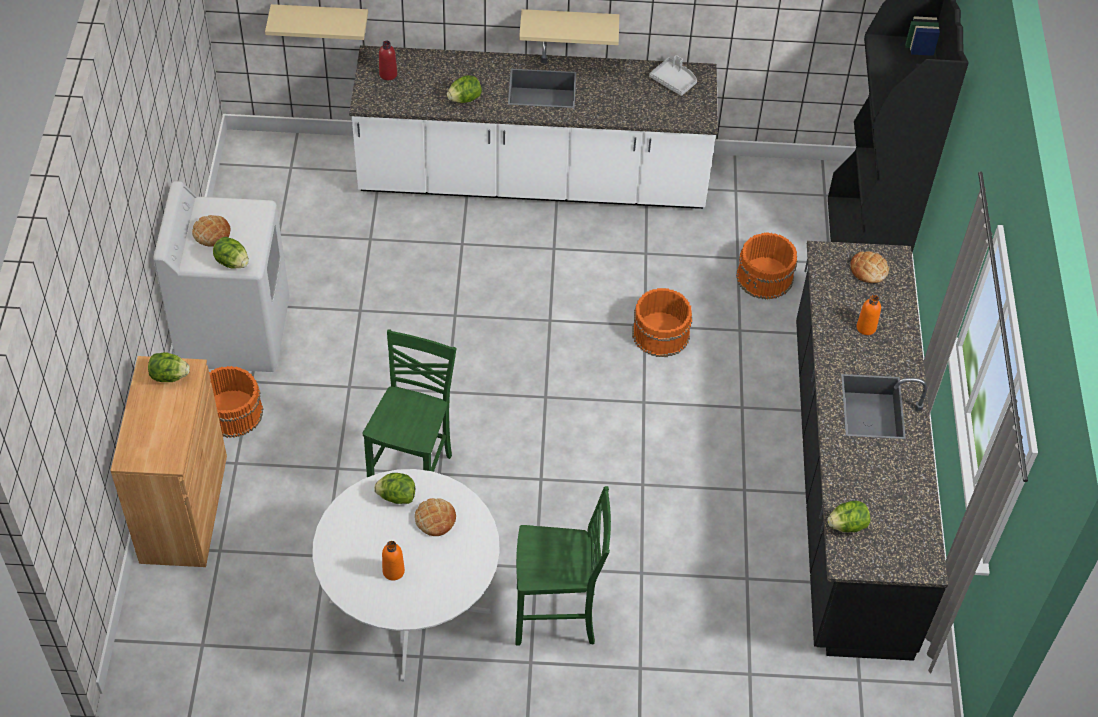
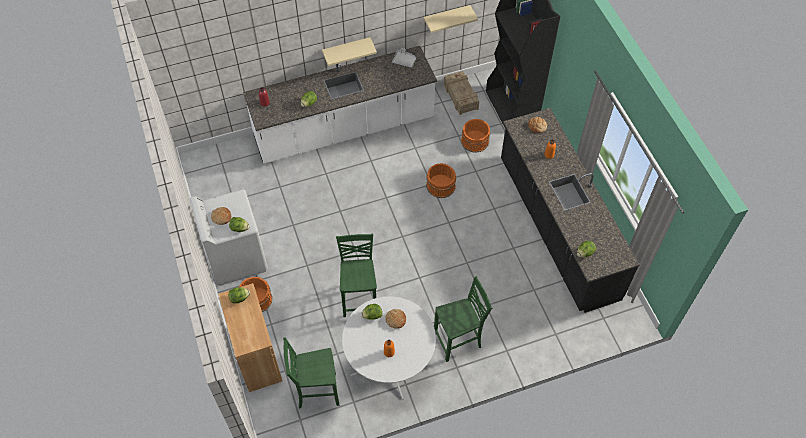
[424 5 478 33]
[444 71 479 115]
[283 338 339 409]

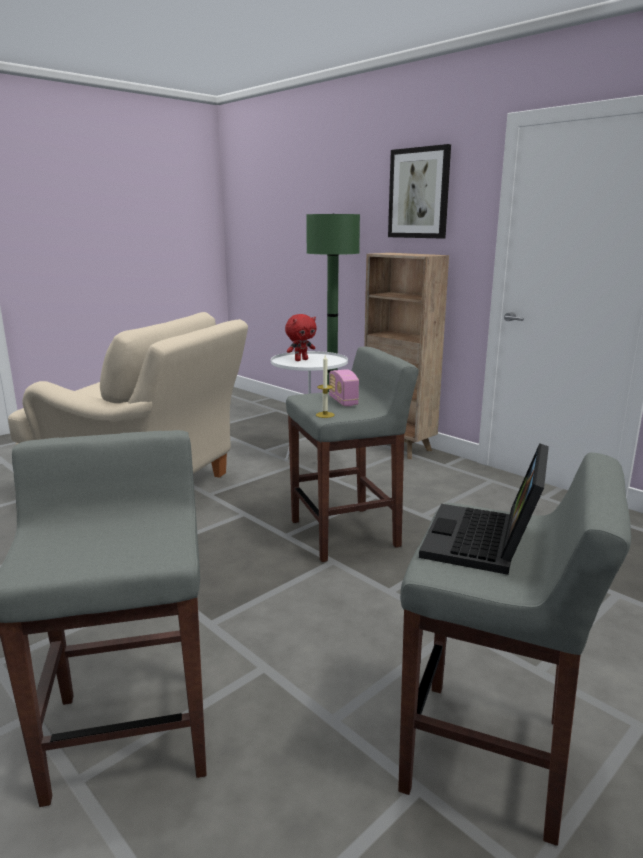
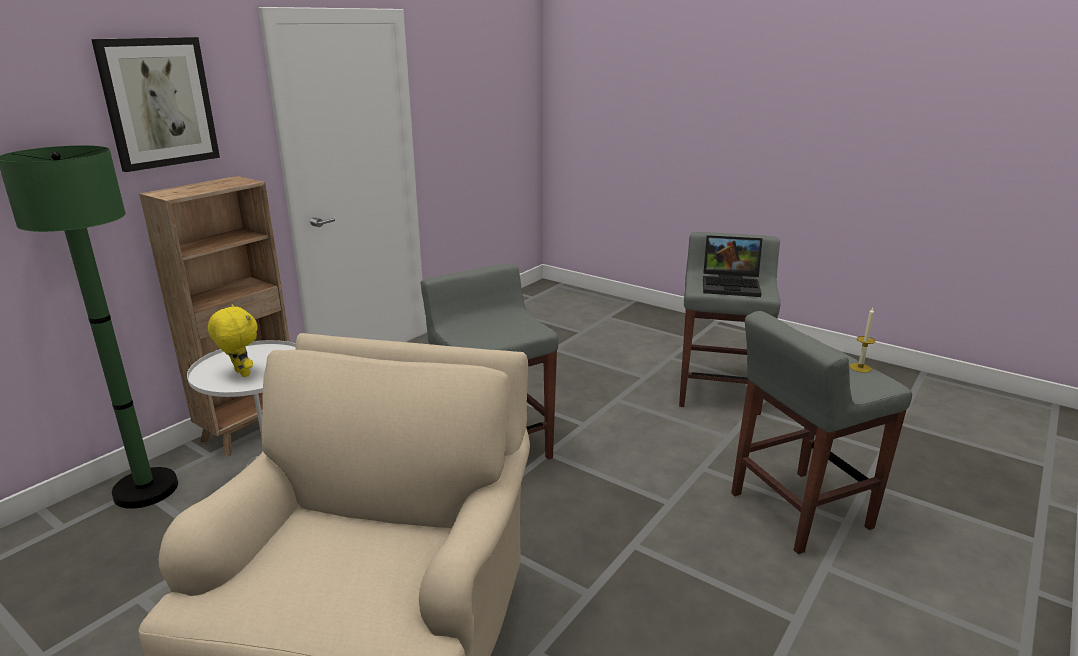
[208 305 258 377]
[850 308 876 373]
[329 369 359 406] (first image)

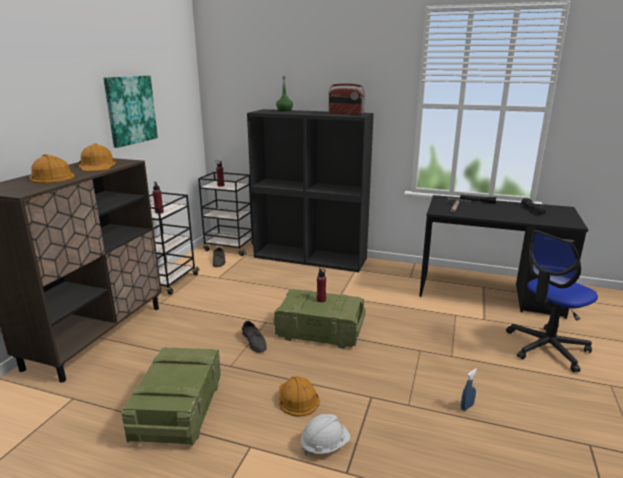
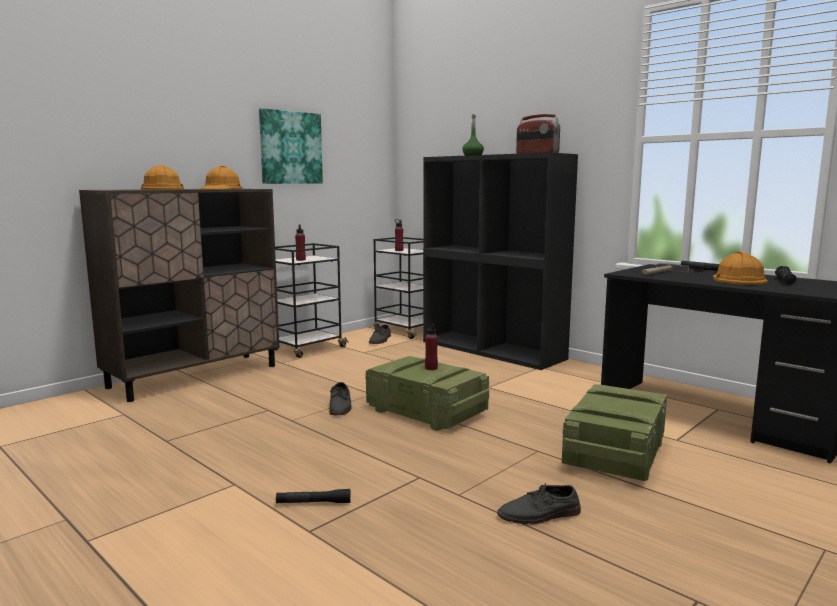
[506 230 598 372] (first image)
[562 384 667 481]
[497 482 581 524]
[713 251 768 285]
[276 489 351 503]

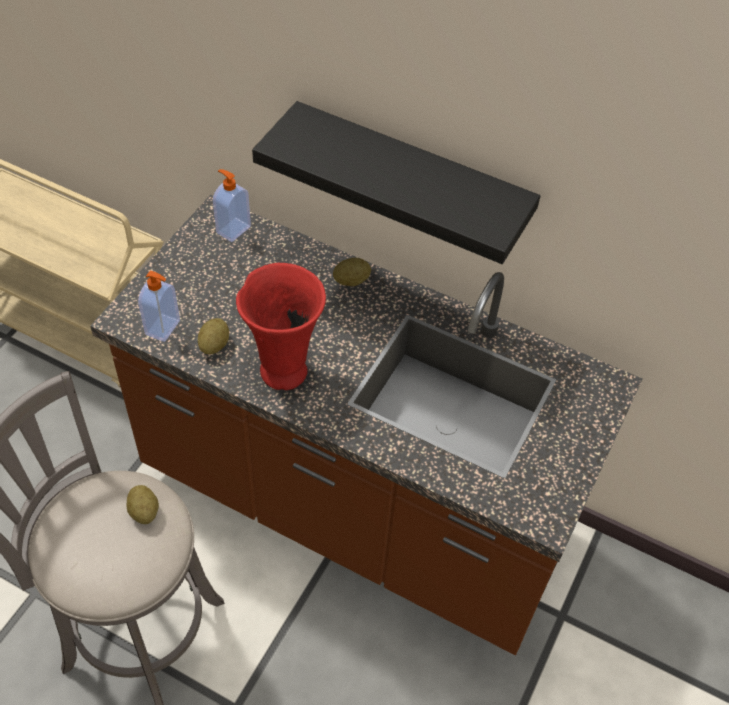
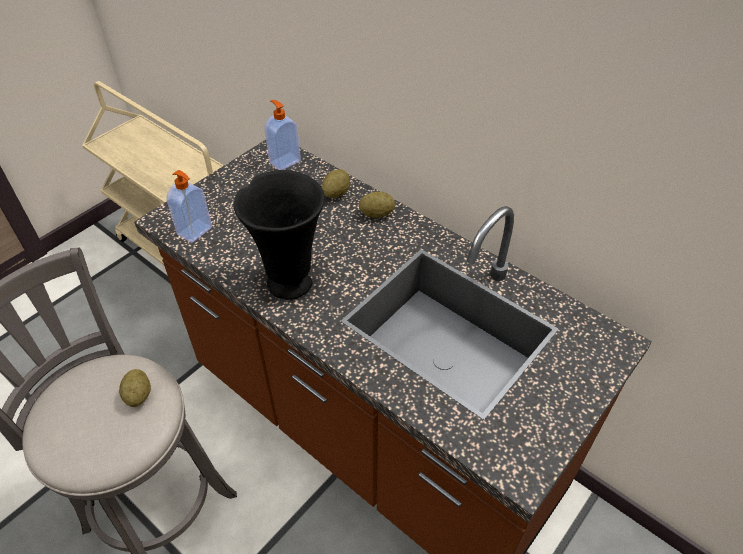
[252 101 540 264] (first image)
[233 170 325 300]
[322 169 350 198]

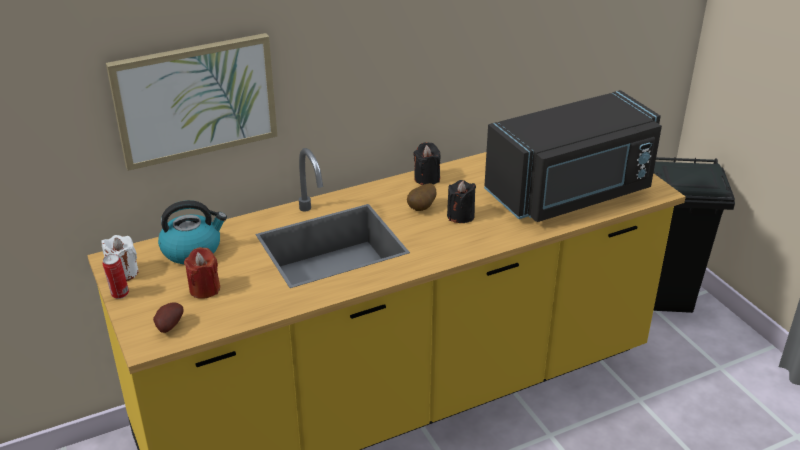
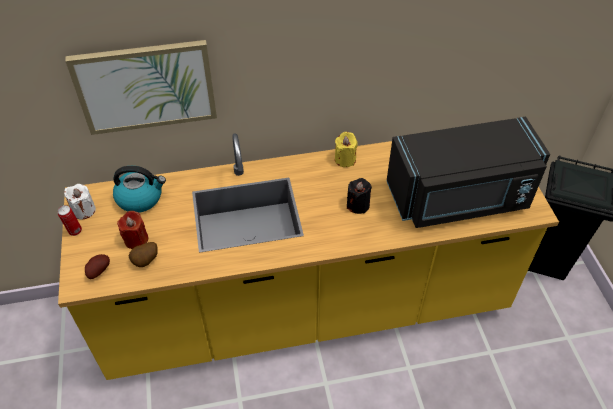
[335 132 358 167]
[129 242 158 267]

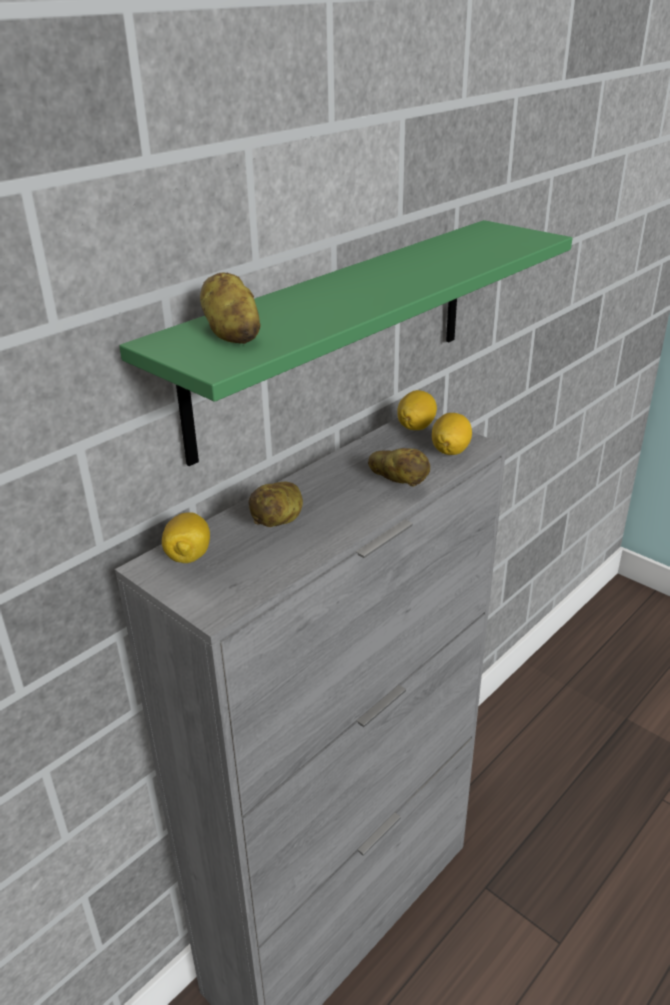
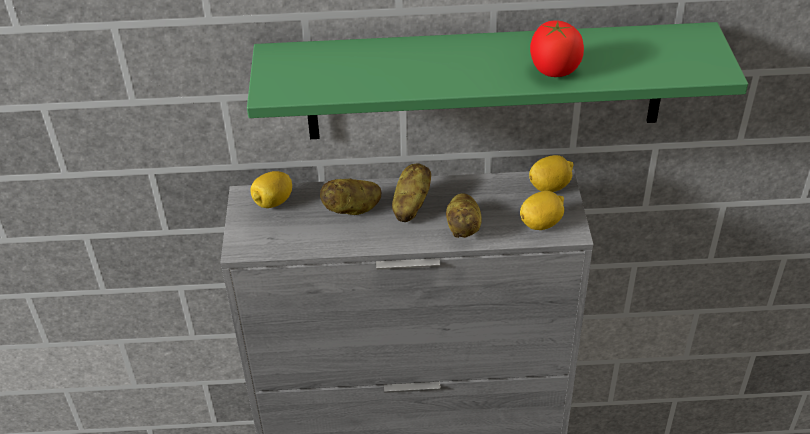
[392 164 431 222]
[530 20 584 77]

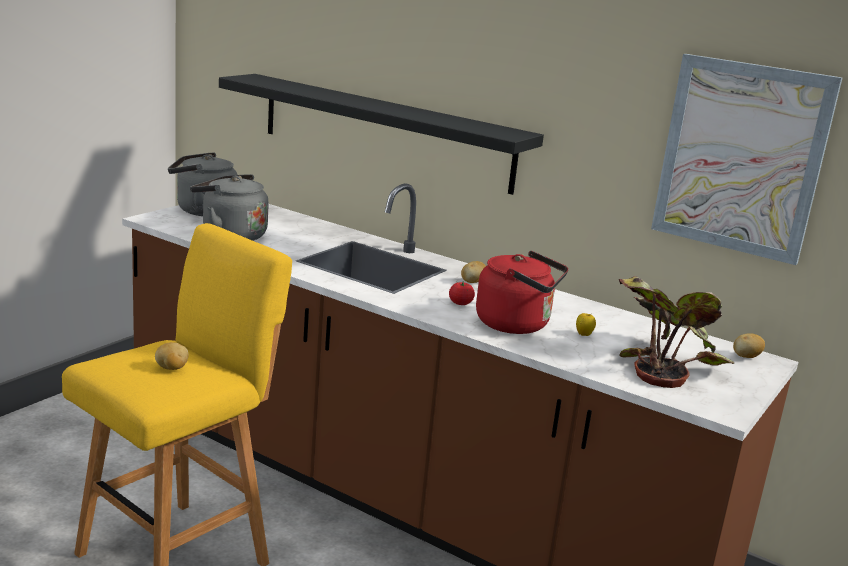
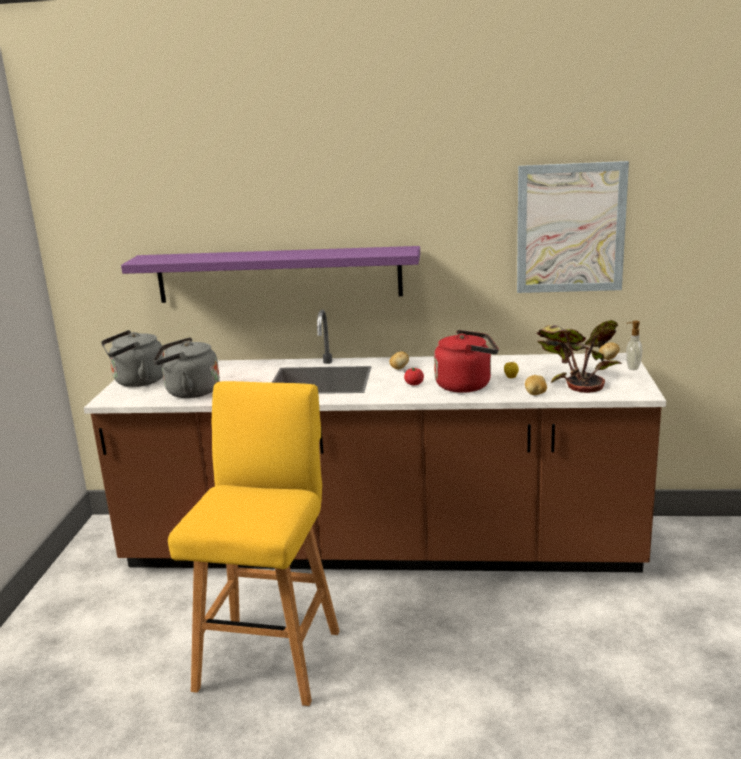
[121 246 420 303]
[525 375 547 395]
[626 321 642 370]

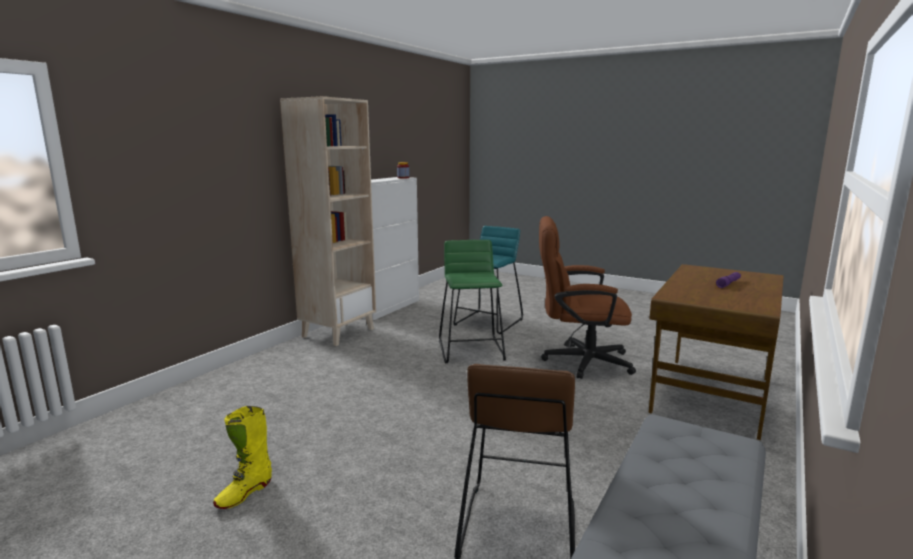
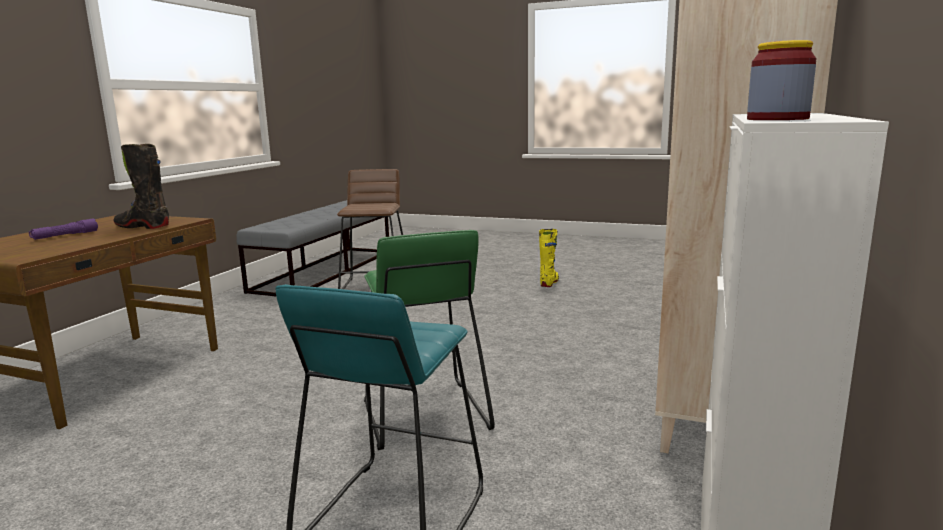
[539 216 636 379] (first image)
[113 144 169 229]

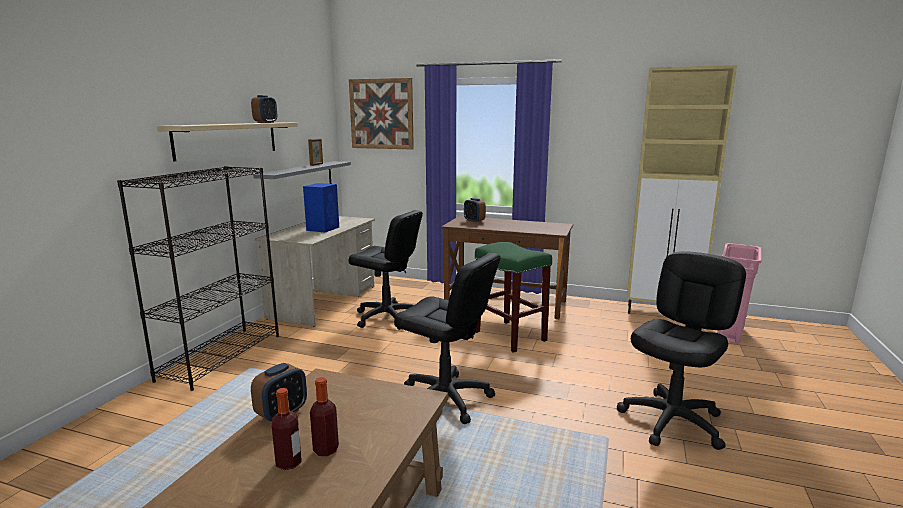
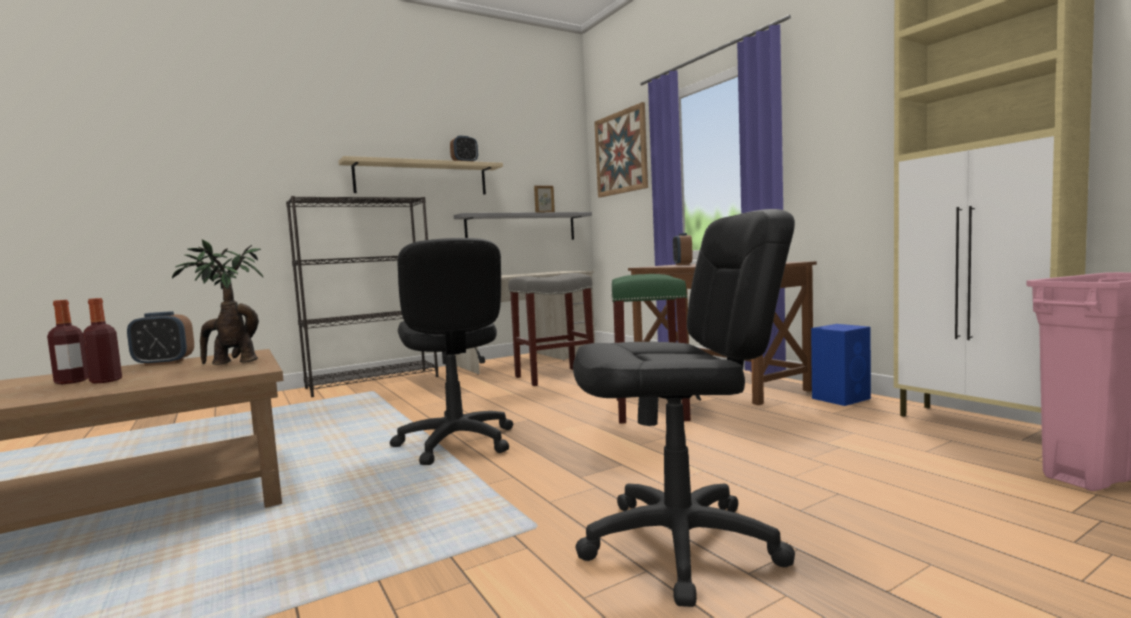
[811 324 871 406]
[508 273 594 386]
[172 239 263 365]

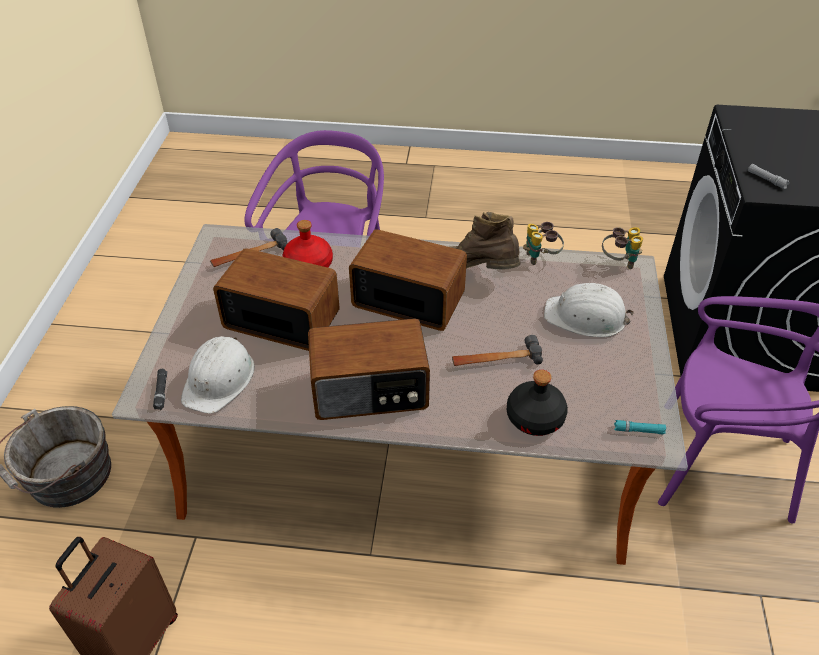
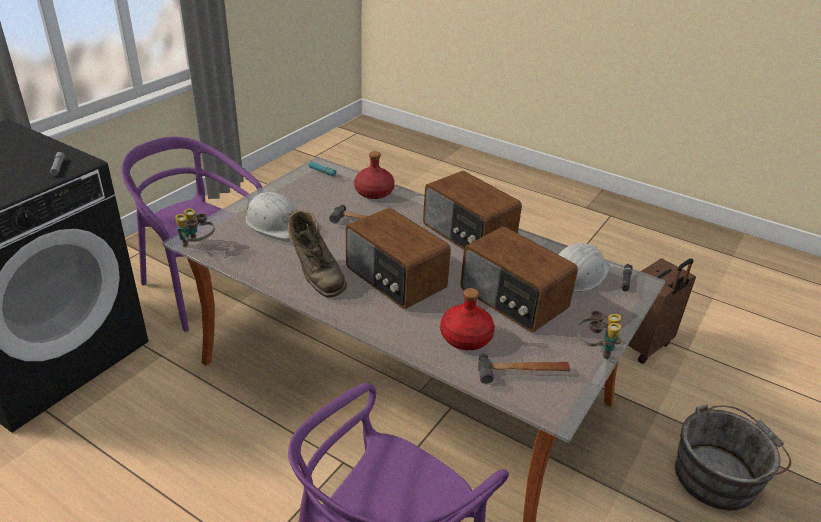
[577 310 622 359]
[423 171 522 250]
[354 151 395 199]

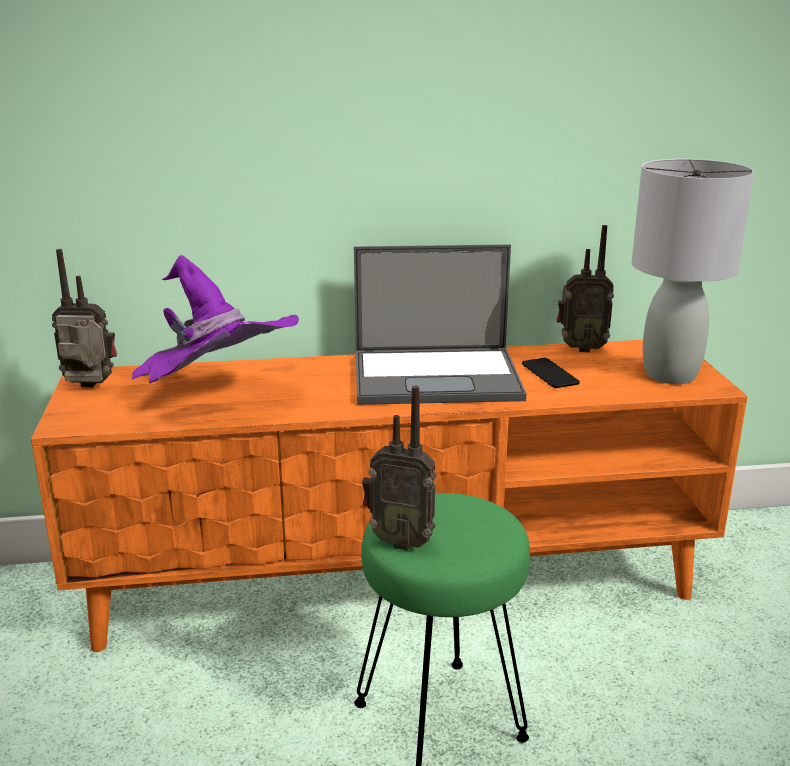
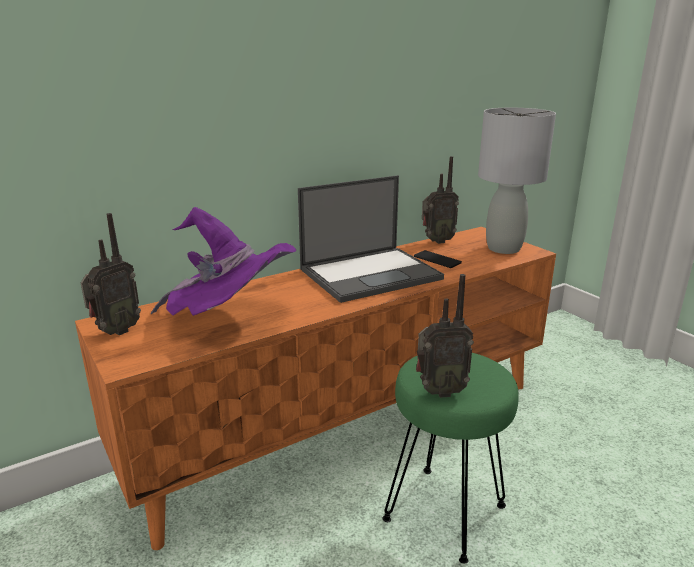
[81 213 141 335]

